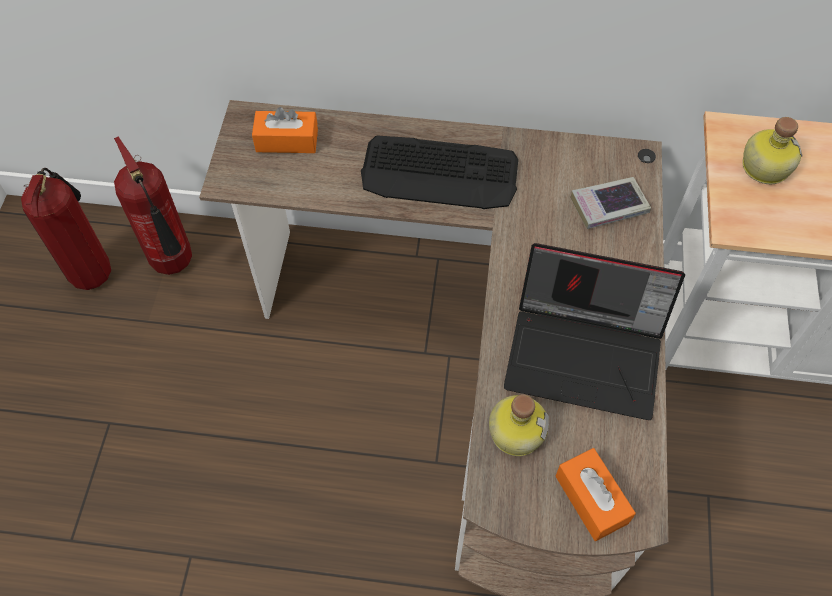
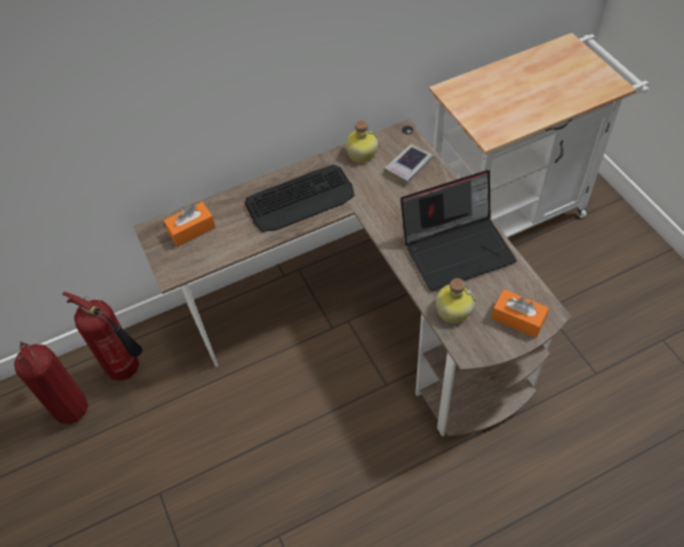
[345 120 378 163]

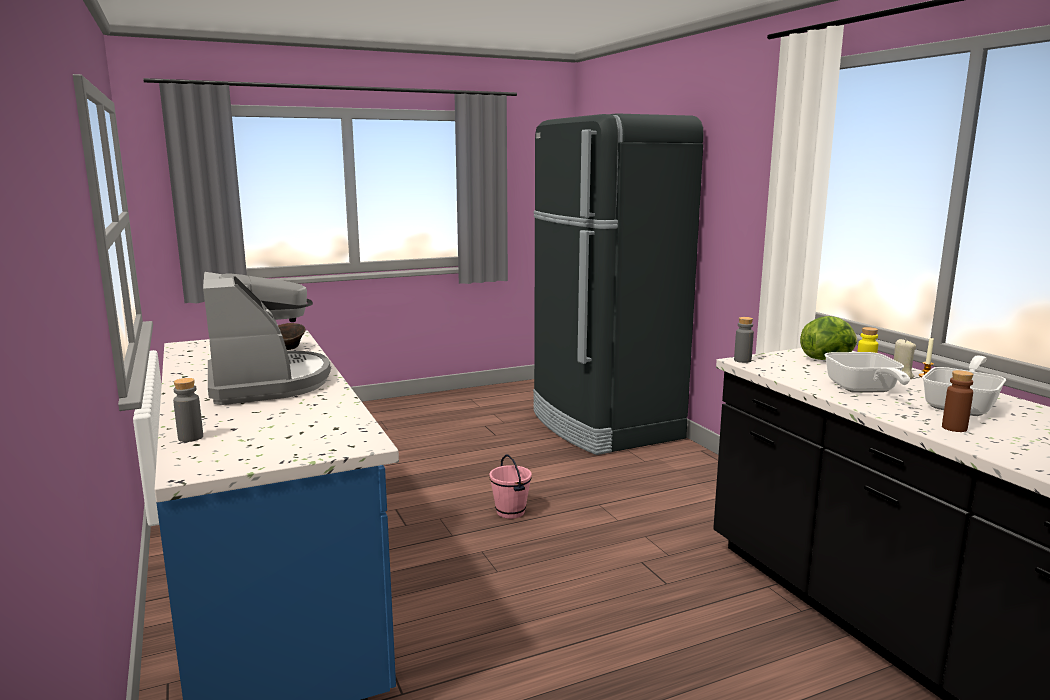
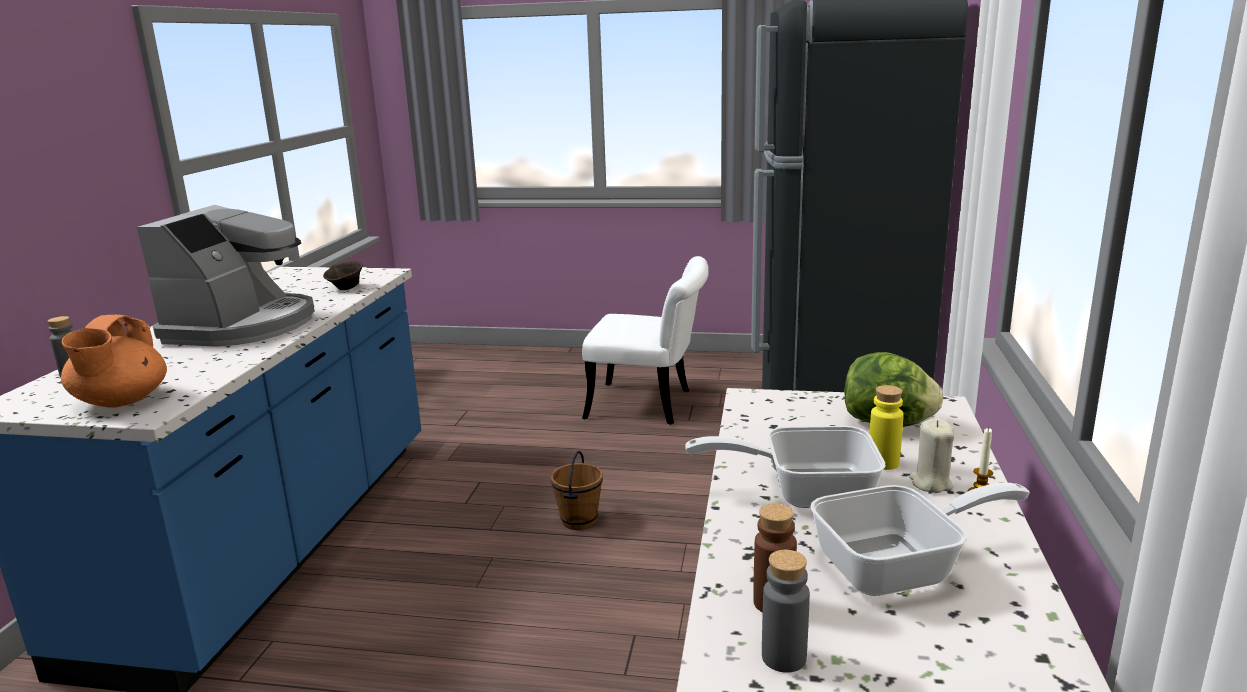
[762 550 810 673]
[685 426 886 508]
[550 451 603 530]
[582 256 709 425]
[61 315 167 408]

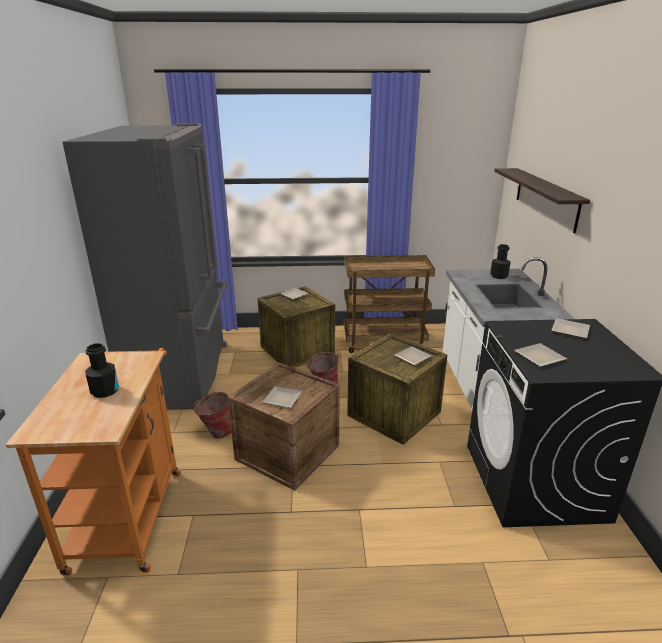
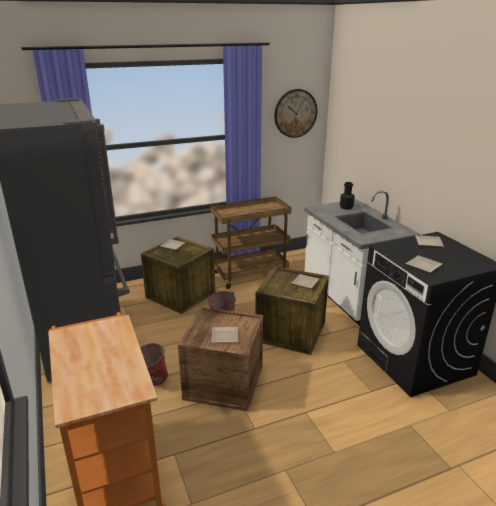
[494 168 590 233] (first image)
[85 343 119 398] (first image)
[274 89 317 138]

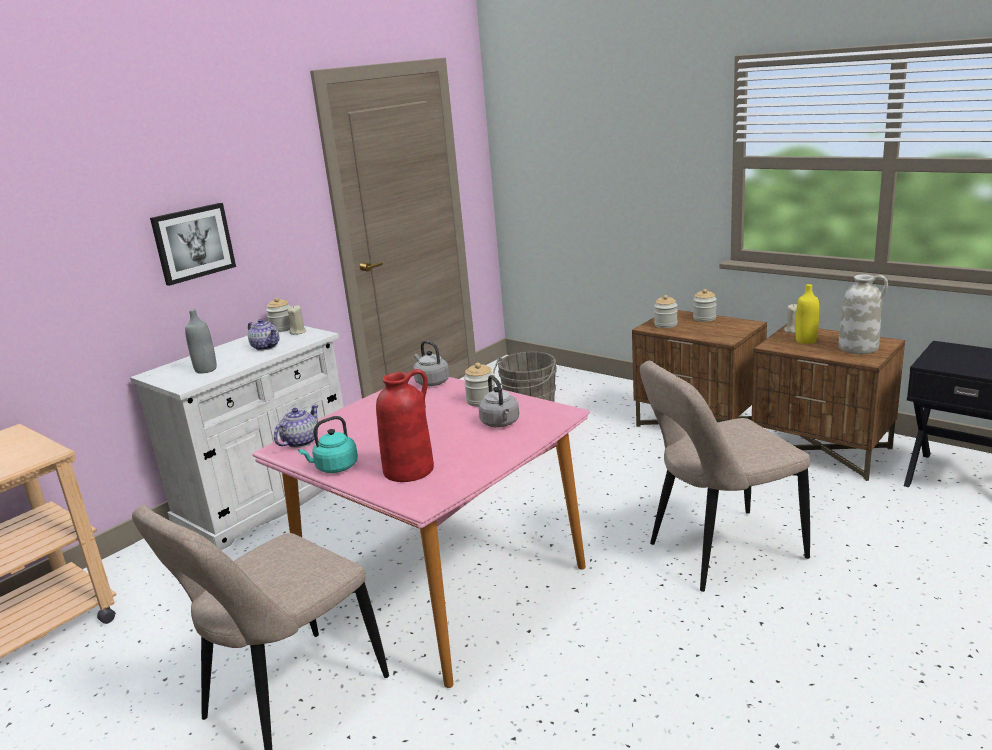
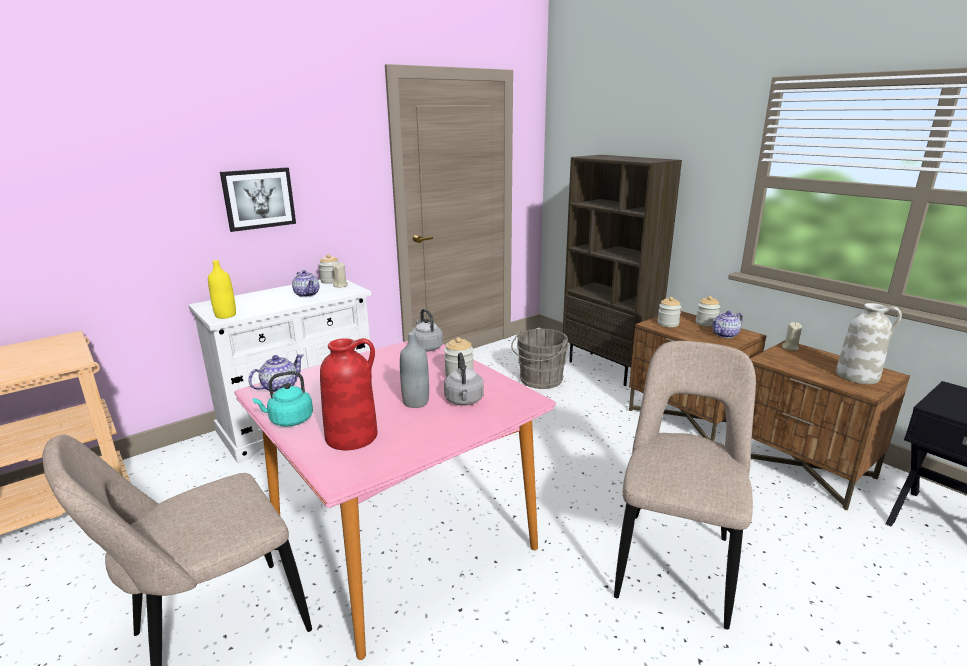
[208 260 236 319]
[400 332 429 408]
[614 341 756 630]
[563 155 682 386]
[712 311 743 338]

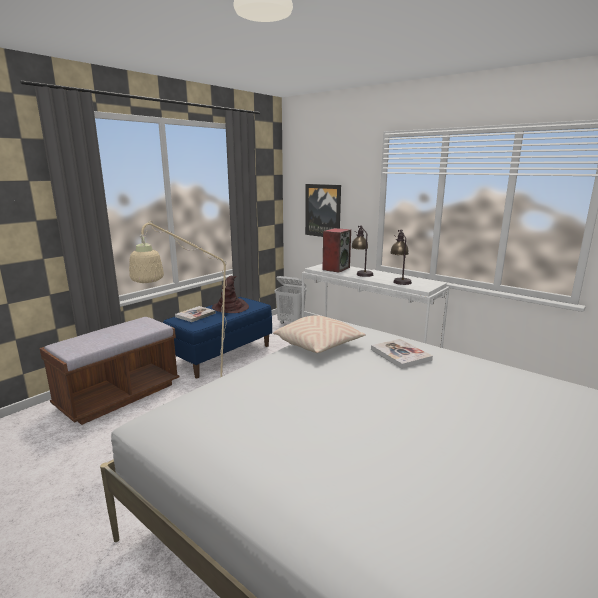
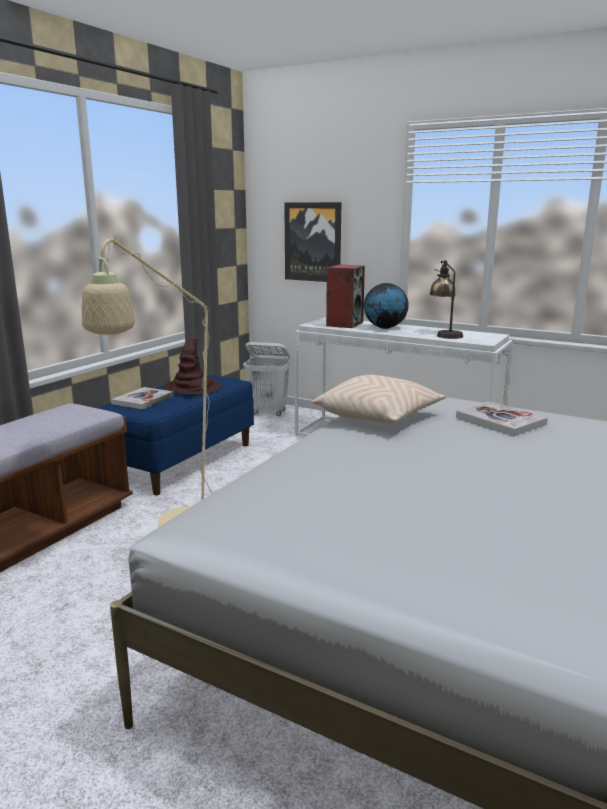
[364 283 409 329]

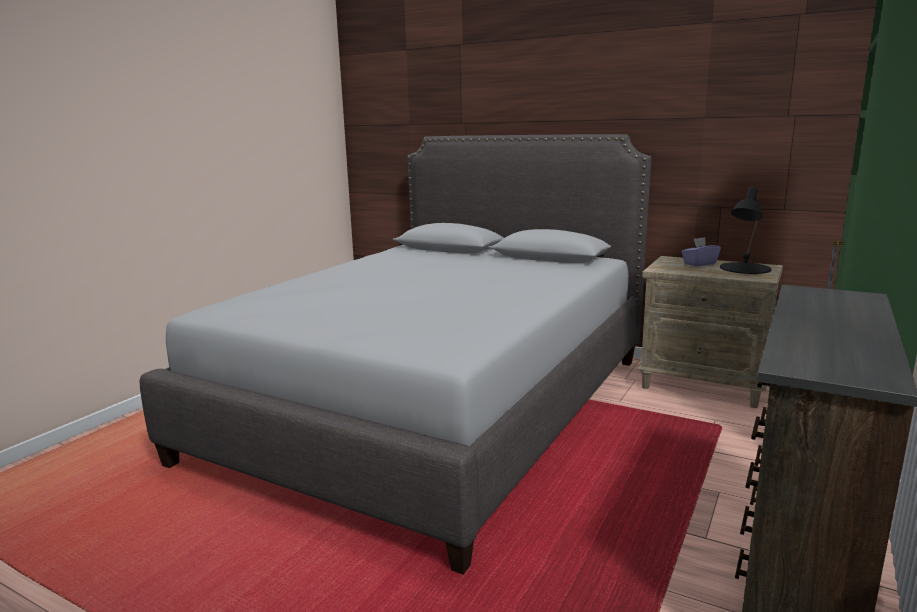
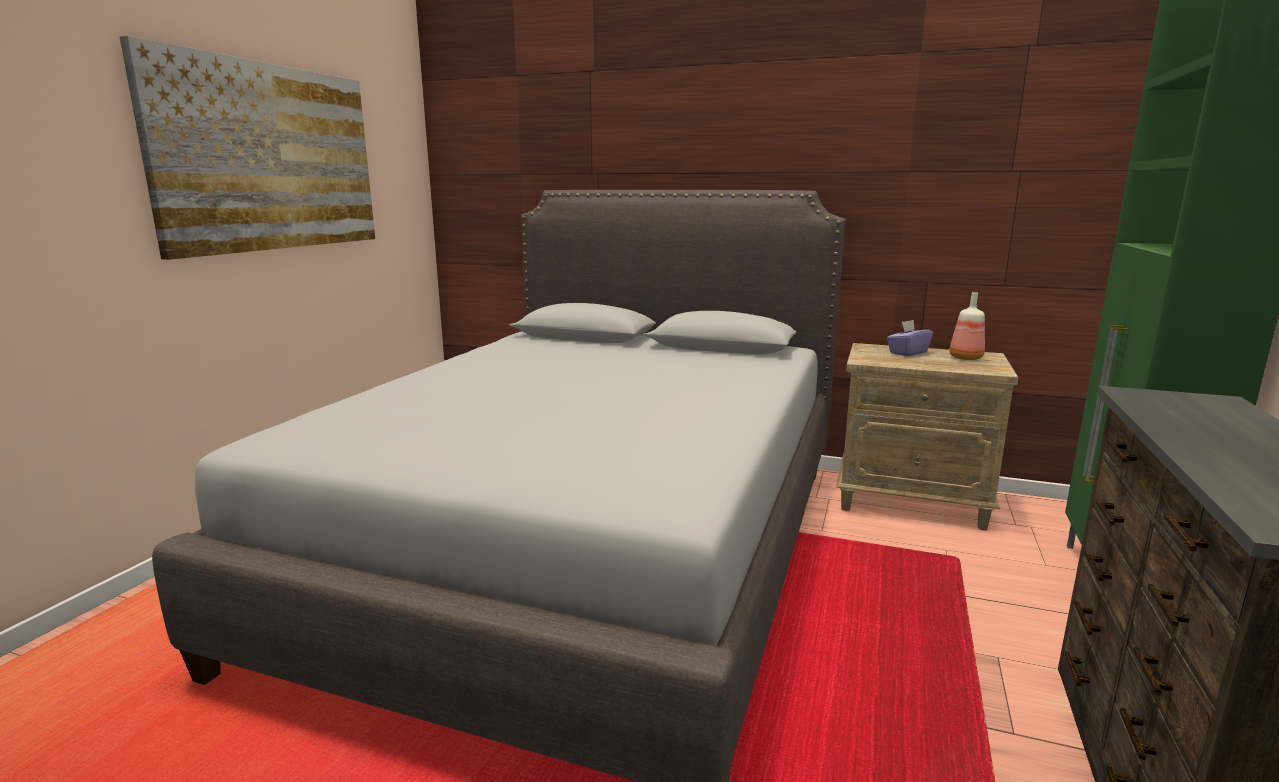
[949 292 985 360]
[120 36 375 260]

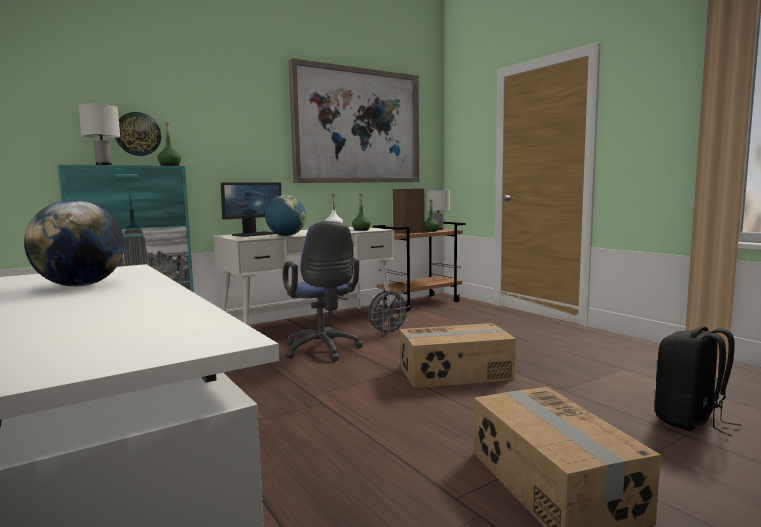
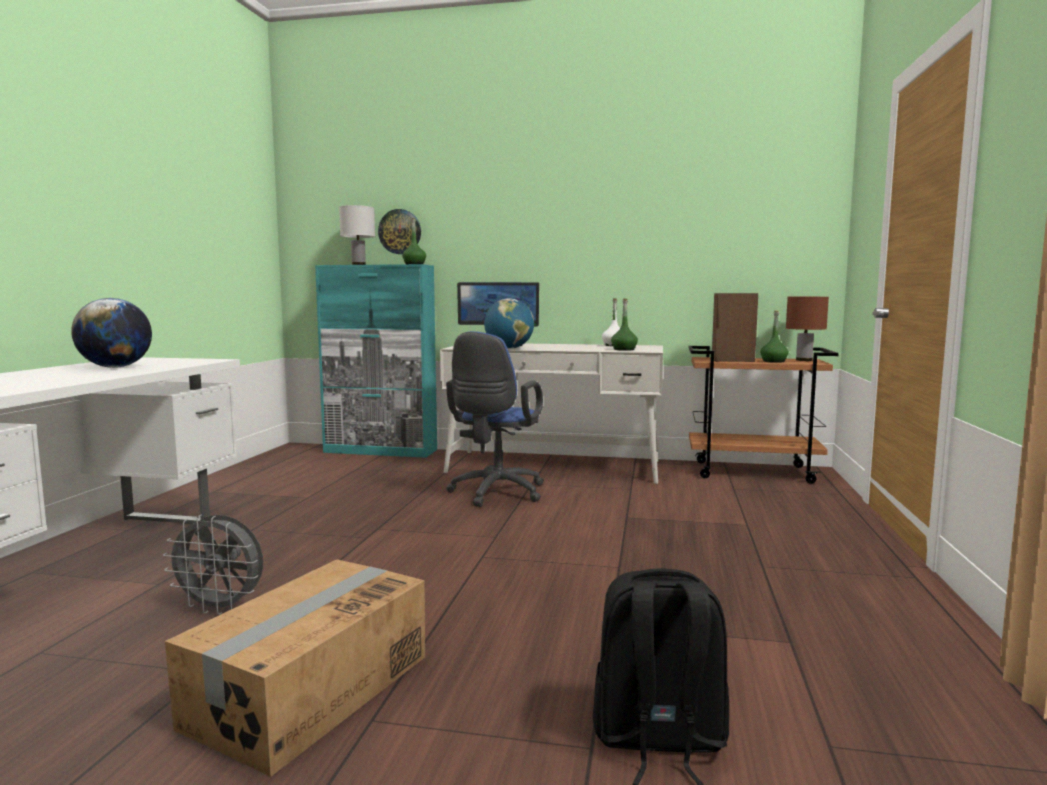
[288 58 419 183] (first image)
[786 297 829 361]
[163 515 263 615]
[400 323 516 388] (first image)

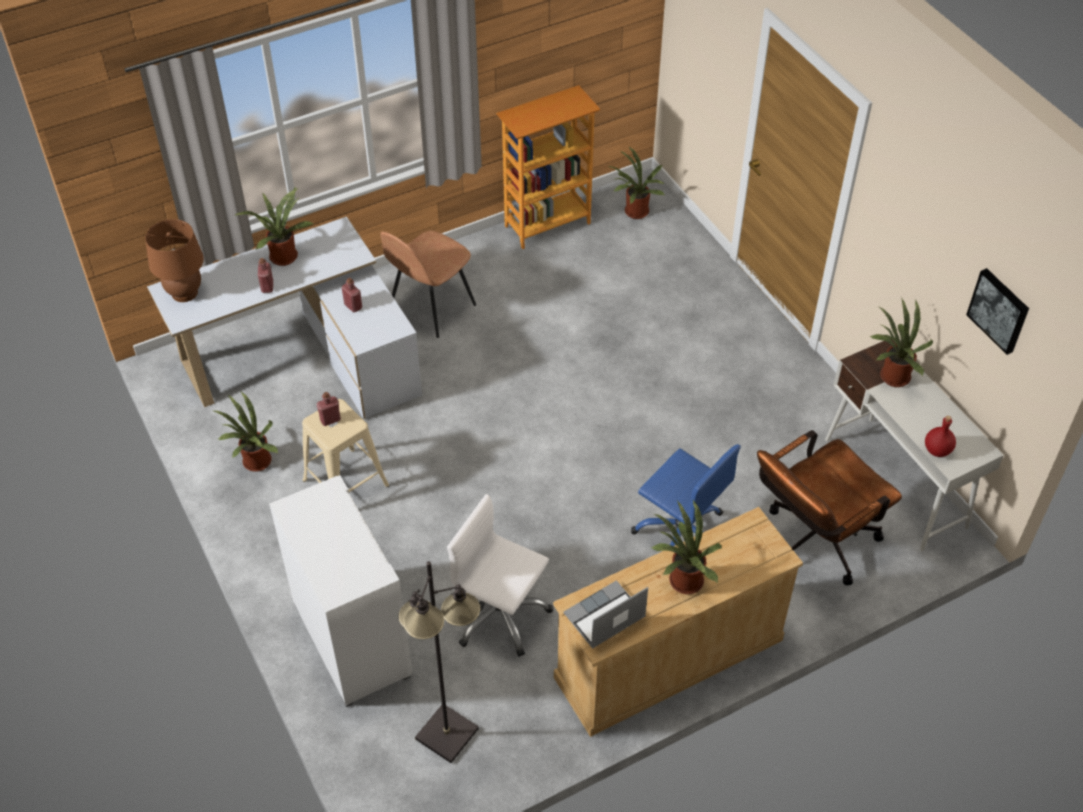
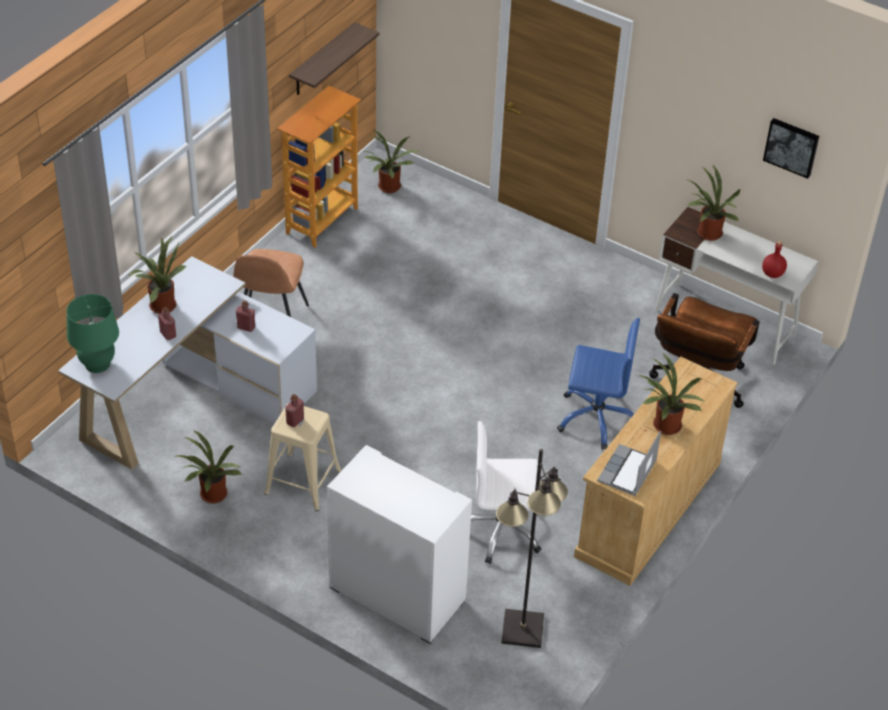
[66 294 119 373]
[289 22 380 95]

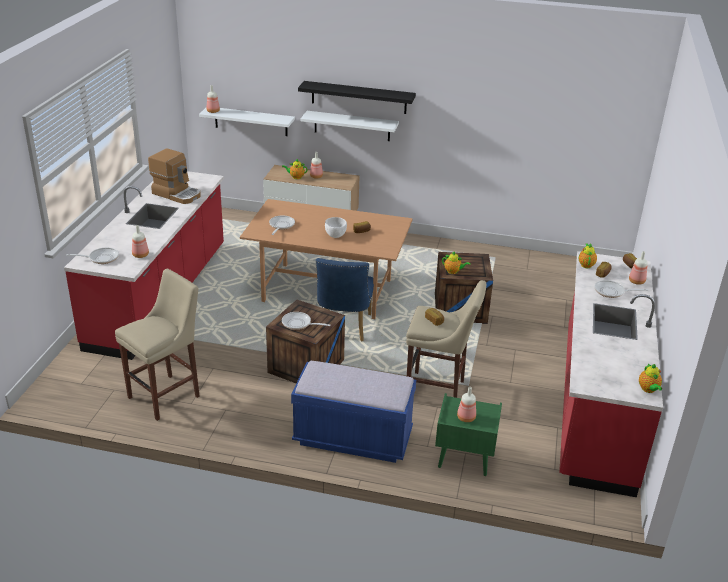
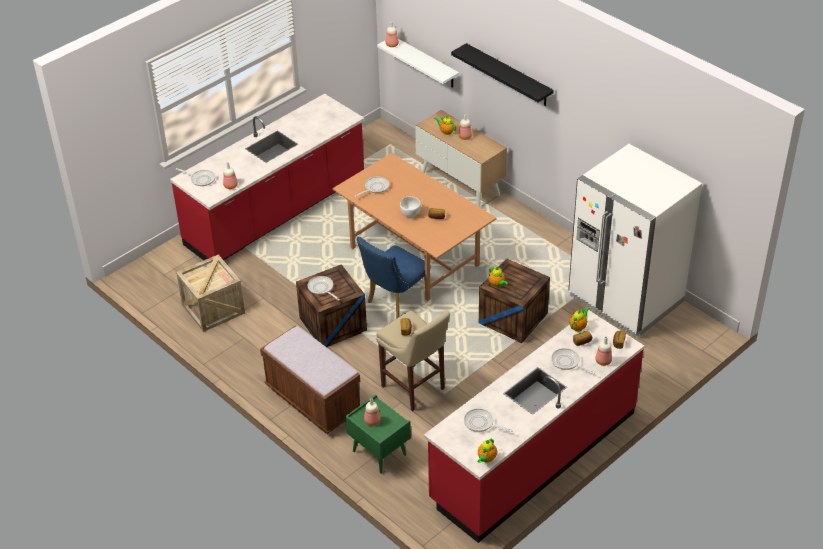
[301 111 399 141] (first image)
[148 148 201 204] (first image)
[176 255 245 332]
[260 326 360 434]
[568 144 702 338]
[464 408 513 432]

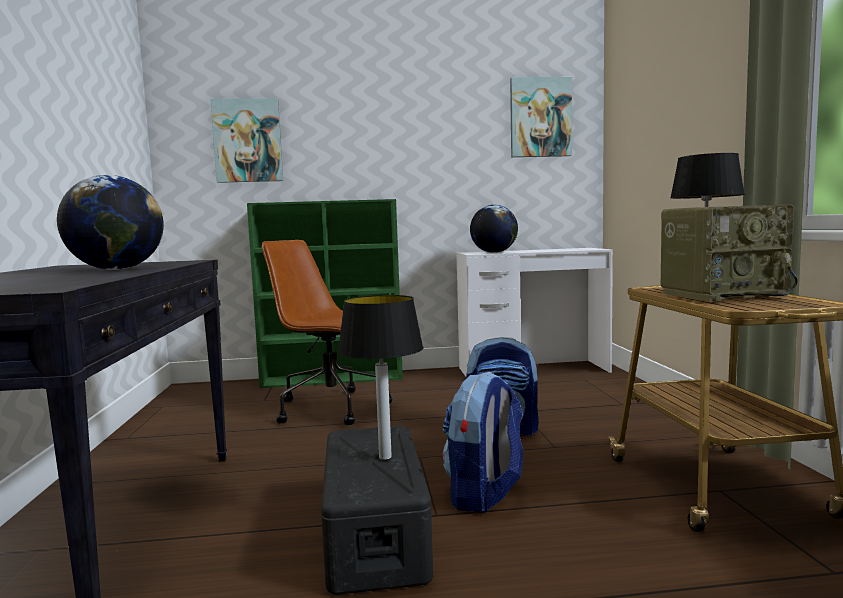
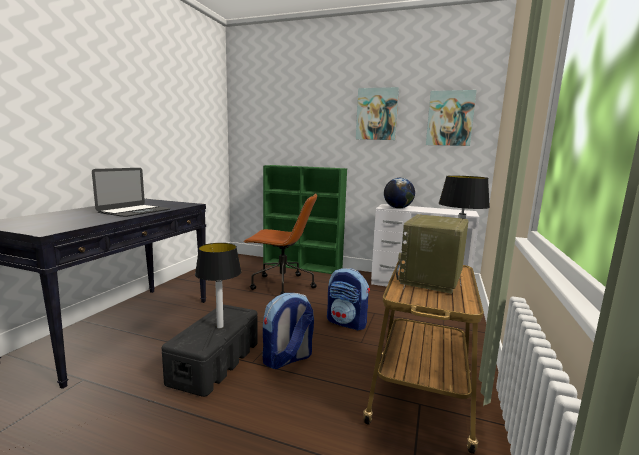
[356 87 399 140]
[92 168 171 217]
[396 214 469 294]
[243 194 317 295]

